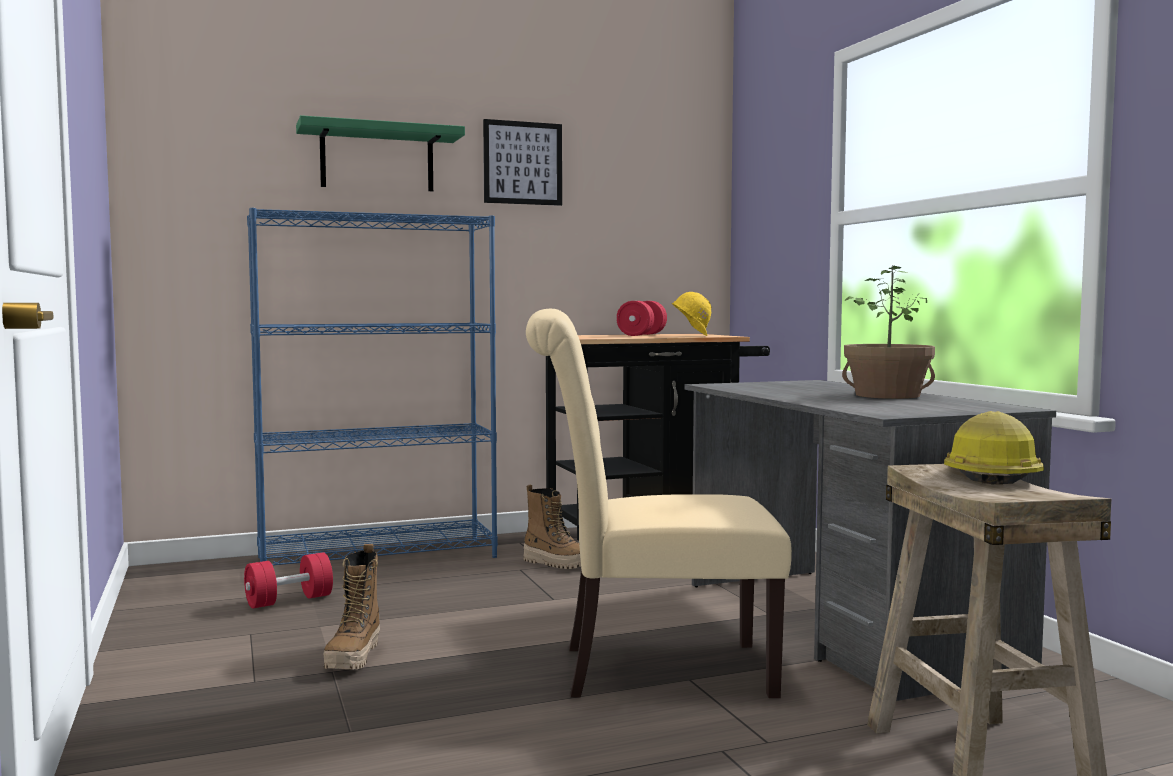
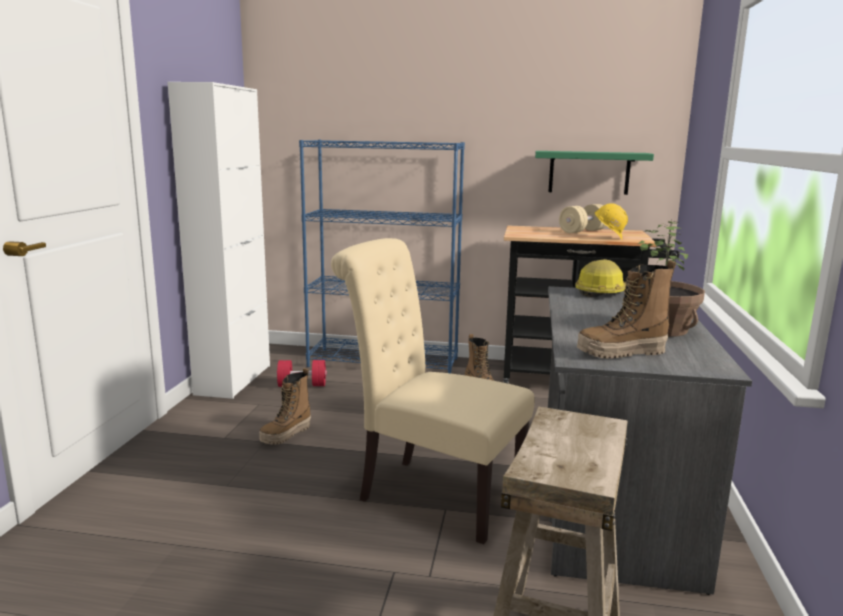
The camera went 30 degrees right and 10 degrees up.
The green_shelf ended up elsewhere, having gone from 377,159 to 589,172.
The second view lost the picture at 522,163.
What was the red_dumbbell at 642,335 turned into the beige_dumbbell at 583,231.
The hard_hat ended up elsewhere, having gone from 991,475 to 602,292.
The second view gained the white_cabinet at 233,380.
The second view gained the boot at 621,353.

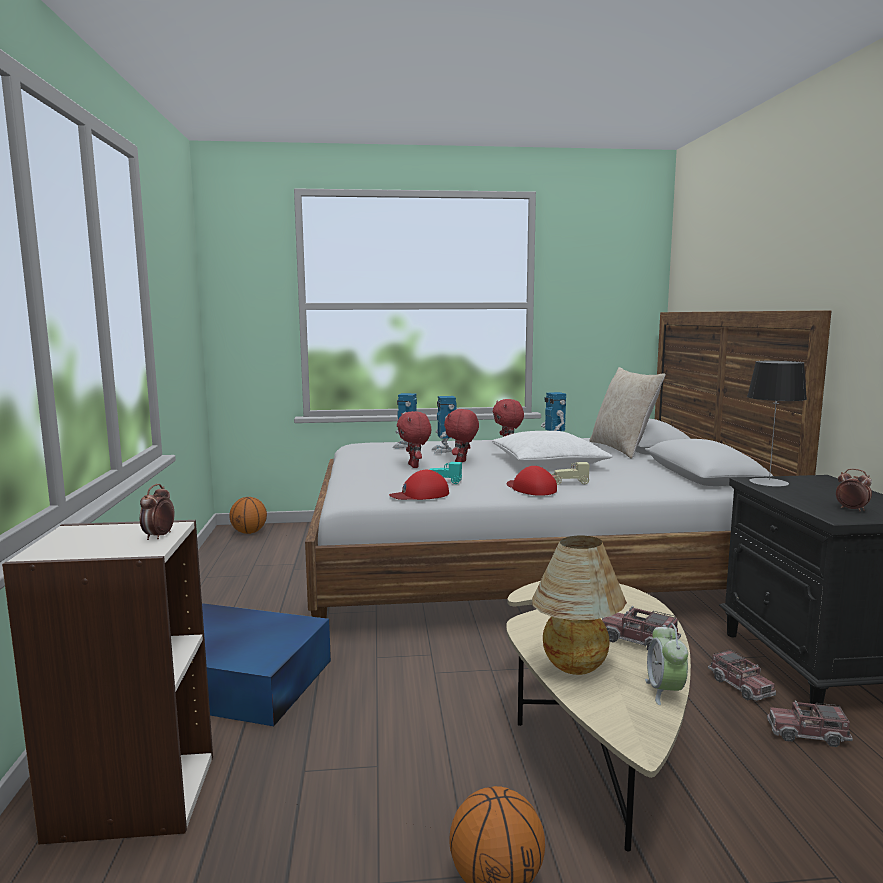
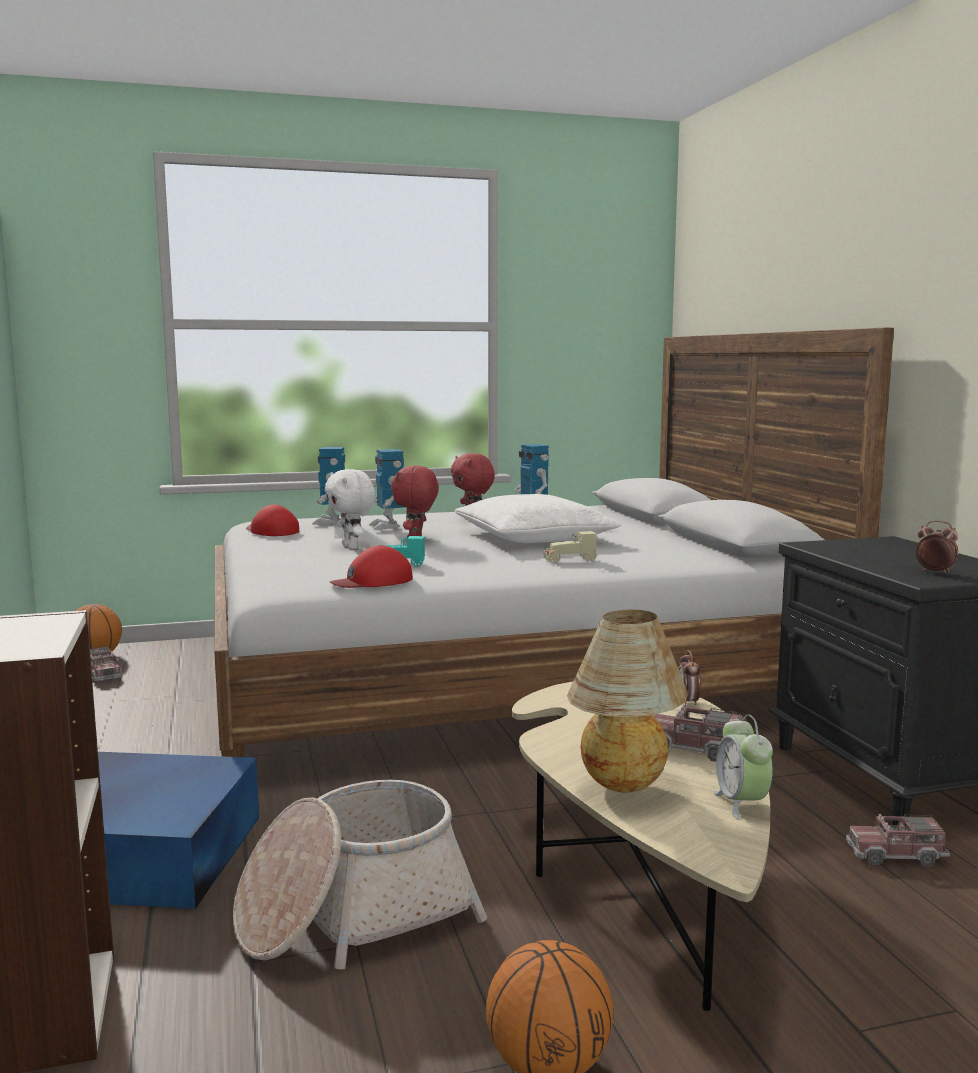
The camera went 10 degrees left and 0 degrees up.
The alarm_clock ended up elsewhere, having gone from 159,536 to 688,702.
What was the red_plush_toy at 414,466 turned into the white_plush_toy at 351,547.
The red_cap ended up elsewhere, having gone from 530,489 to 271,531.
The second view lost the beige_pillow at 623,449.
The toy_truck ended up elsewhere, having gone from 740,686 to 103,675.
The second view lost the table_lamp at 769,482.
The second view gained the basket at 353,914.

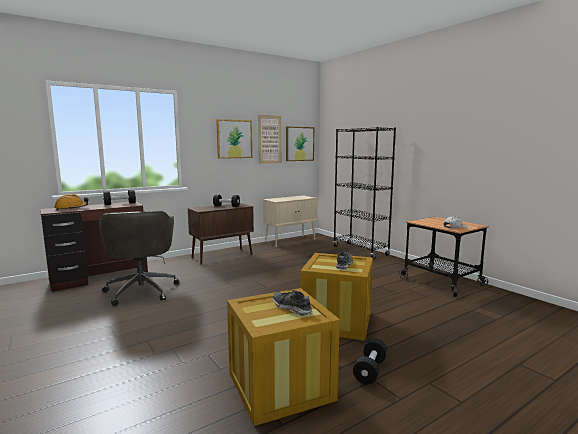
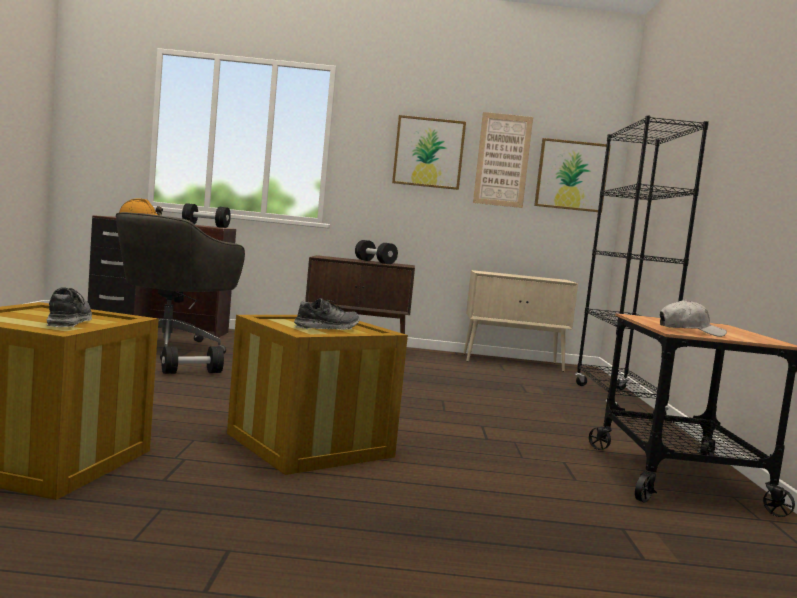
The camera went 35 degrees right and 5 degrees down.
The black_dumbbell ended up elsewhere, having gone from 370,370 to 191,373.

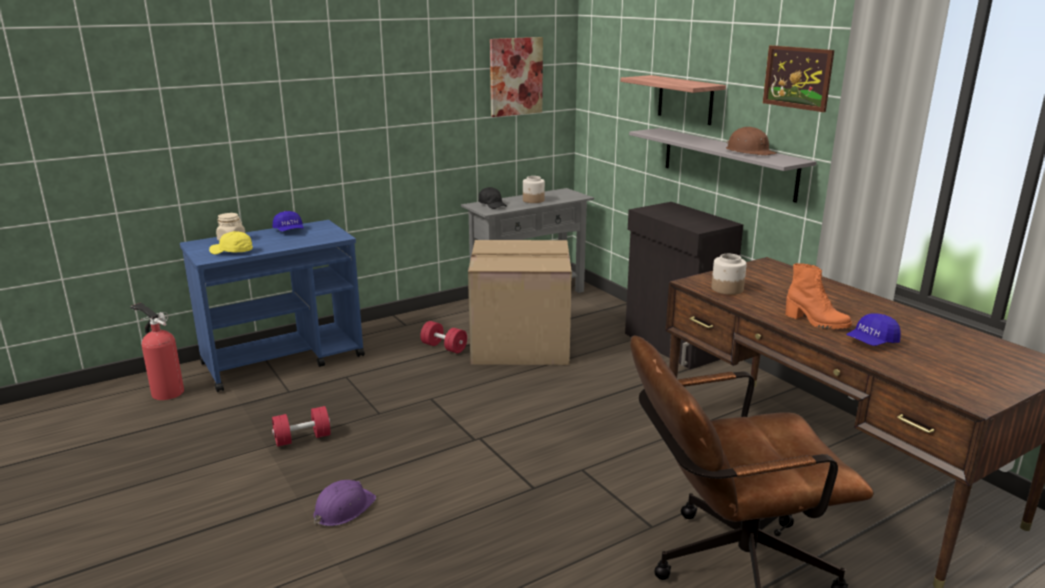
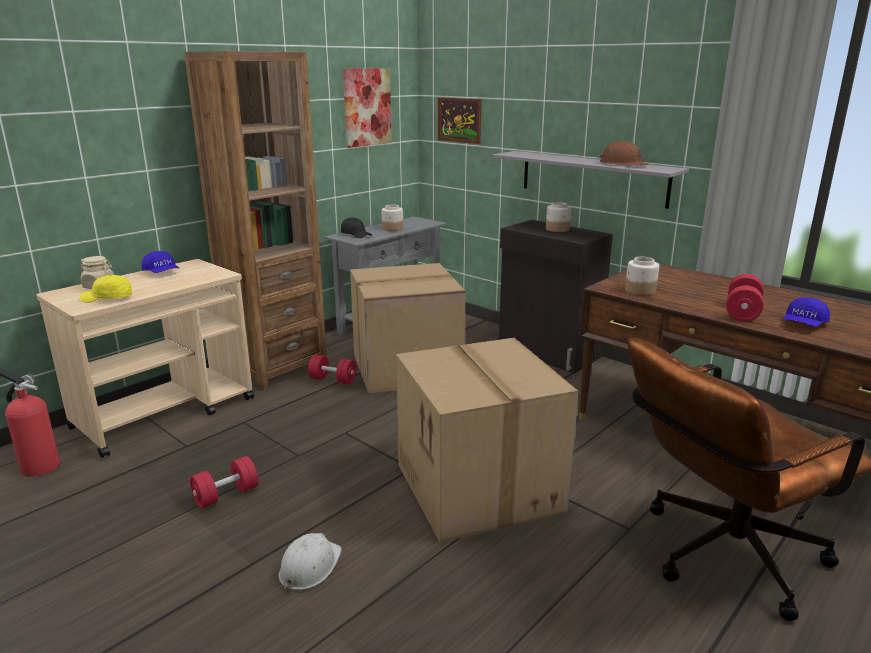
The camera went 15 degrees left and 0 degrees up.
What was the blue_cart at 284,359 turned into the beige_cart at 166,412.
What was the purple_hard_hat at 343,508 turned into the white_hard_hat at 309,566.
The second view lost the shelf at 685,100.
The picture ended up elsewhere, having gone from 797,77 to 459,120.
Where the orange_boot stood at 816,322, the red_dumbbell came to stand at 742,312.
The second view gained the brown_bookcase at 276,367.
The second view gained the cardboard_box at 481,488.
The second view gained the jar at 557,229.

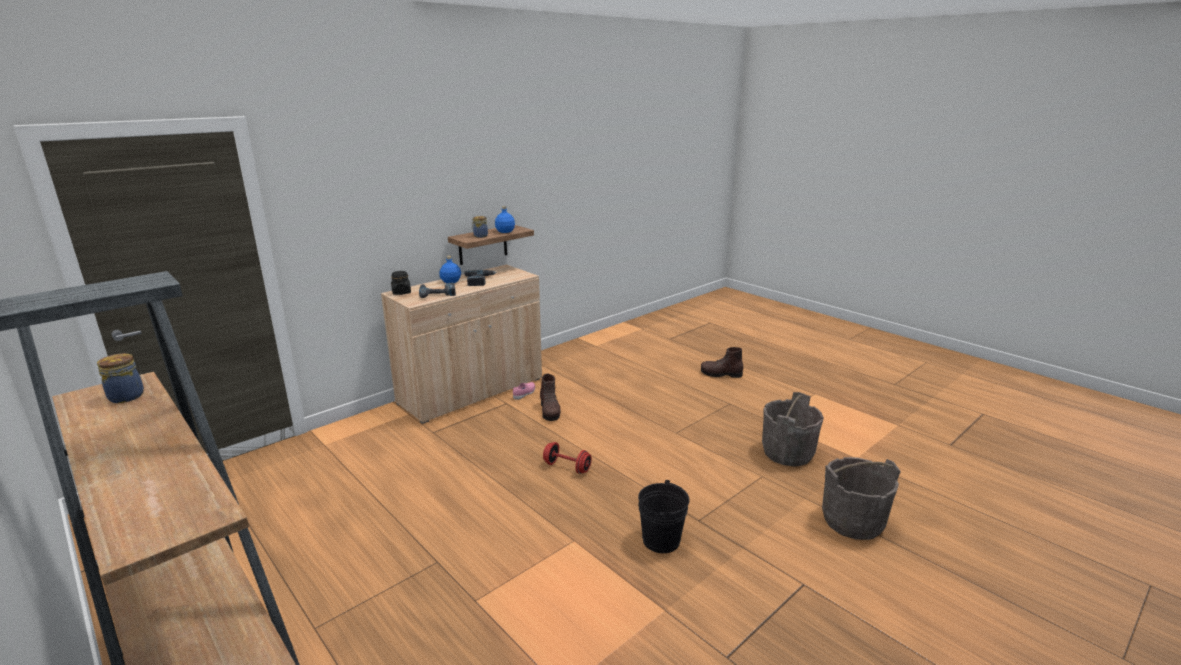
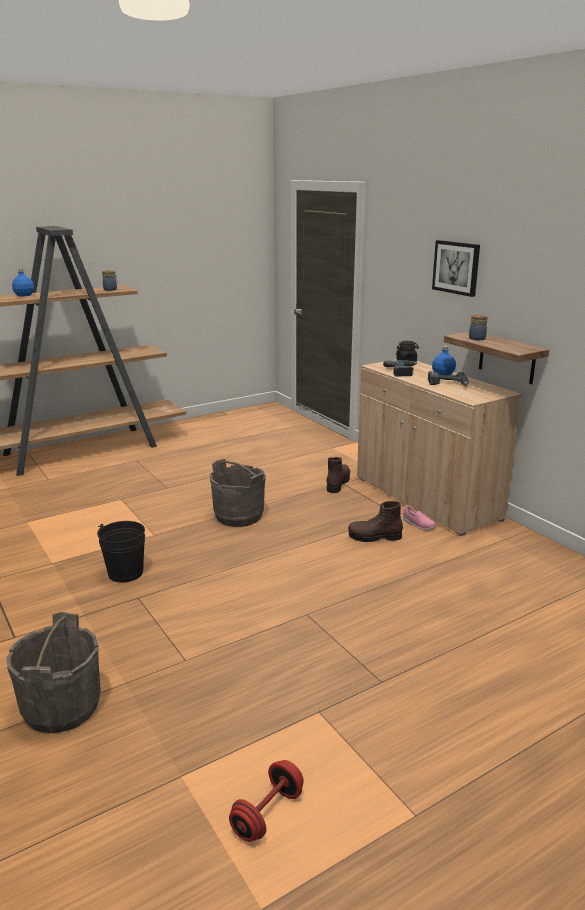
The camera went 100 degrees right and 0 degrees up.
The blue_bottle ended up elsewhere, having gone from 505,231 to 24,295.
The red_dumbbell ended up elsewhere, having gone from 567,467 to 267,814.
The brown_boot ended up elsewhere, having gone from 721,374 to 337,483.
The grey_bucket ended up elsewhere, having gone from 787,453 to 238,516.
The second view gained the picture at 456,267.

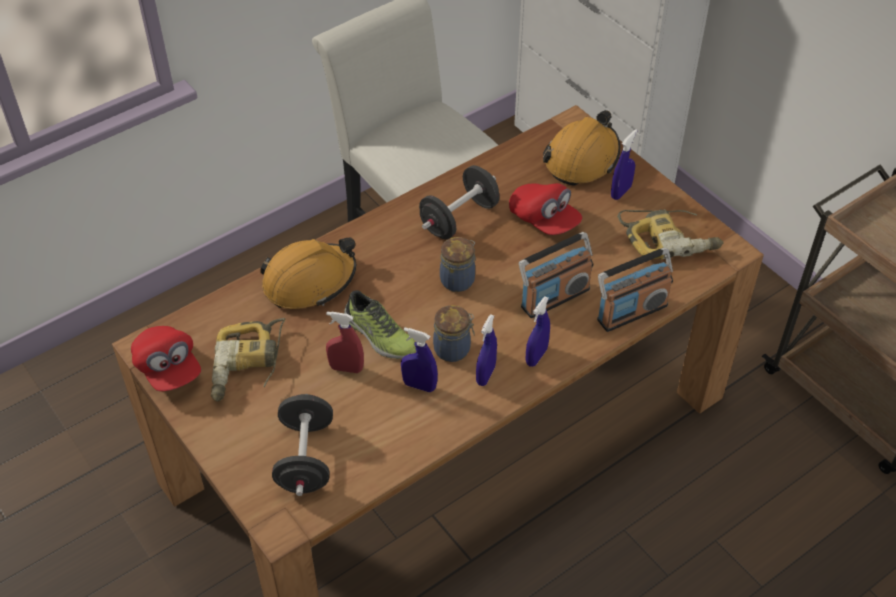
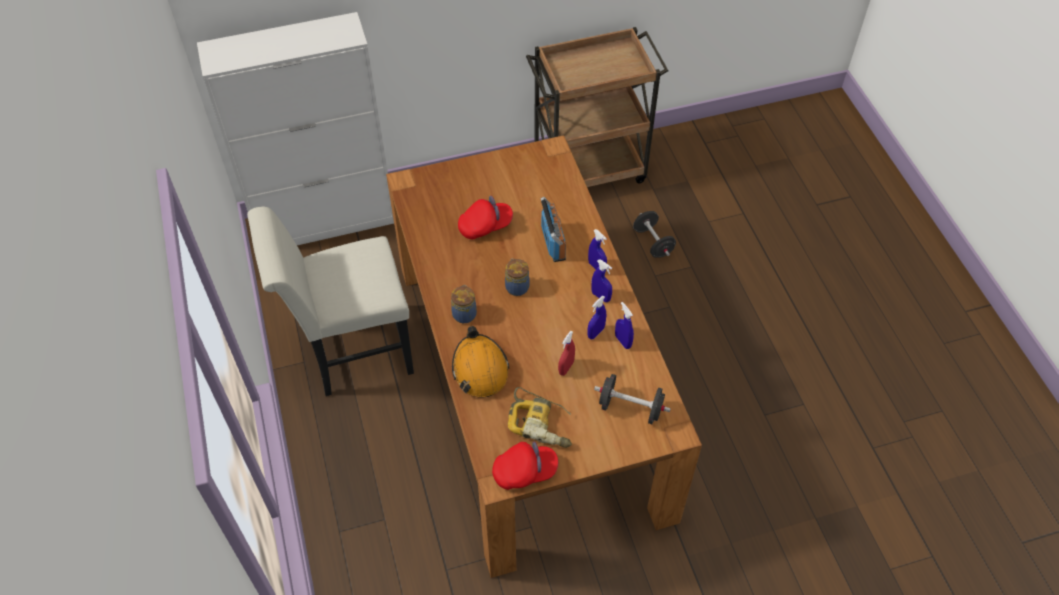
The camera went 70 degrees left and 5 degrees up.
The second view lost the shoe at 379,335.
The black_dumbbell ended up elsewhere, having gone from 459,218 to 653,242.
The jar ended up elsewhere, having gone from 453,349 to 464,313.
The second view lost the orange_hard_hat at 582,158.
The second view lost the radio at 631,312.
The blue_spray_bottle ended up elsewhere, having gone from 621,192 to 623,341.
The second view lost the power_drill at 669,239.

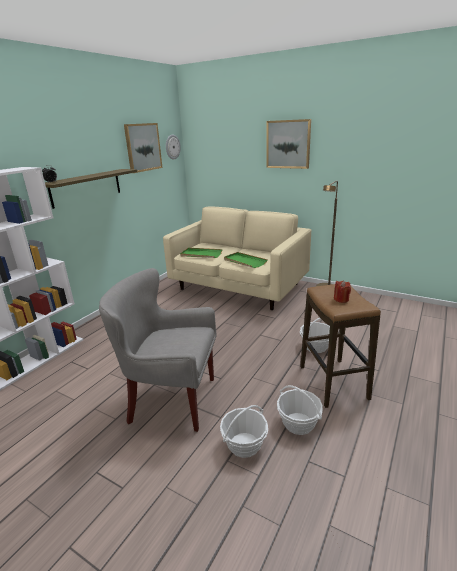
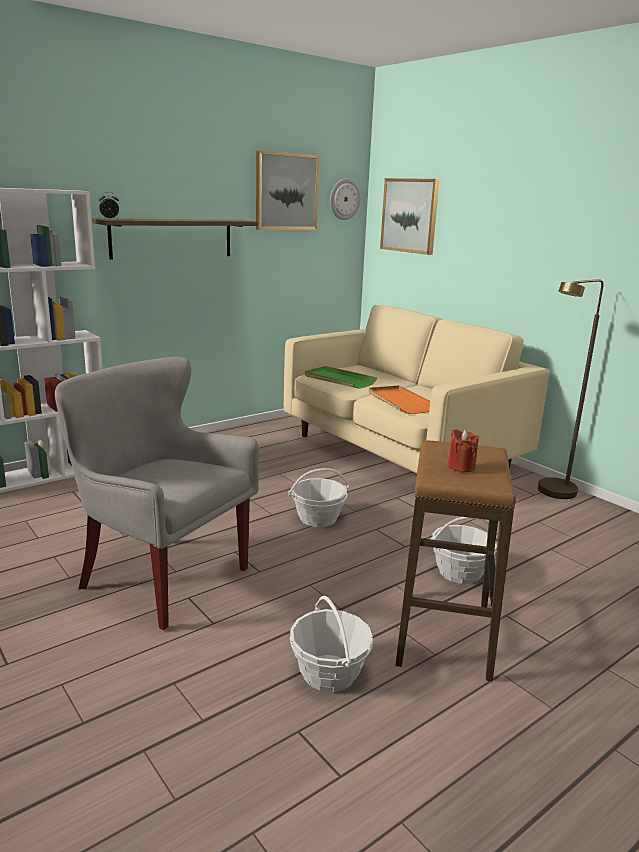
The camera went 20 degrees right and 5 degrees down.
The basket ended up elsewhere, having gone from 244,445 to 318,518.
What was the green_tray at 244,261 turned into the orange_tray at 400,402.
The picture ended up elsewhere, having gone from 288,144 to 410,215.

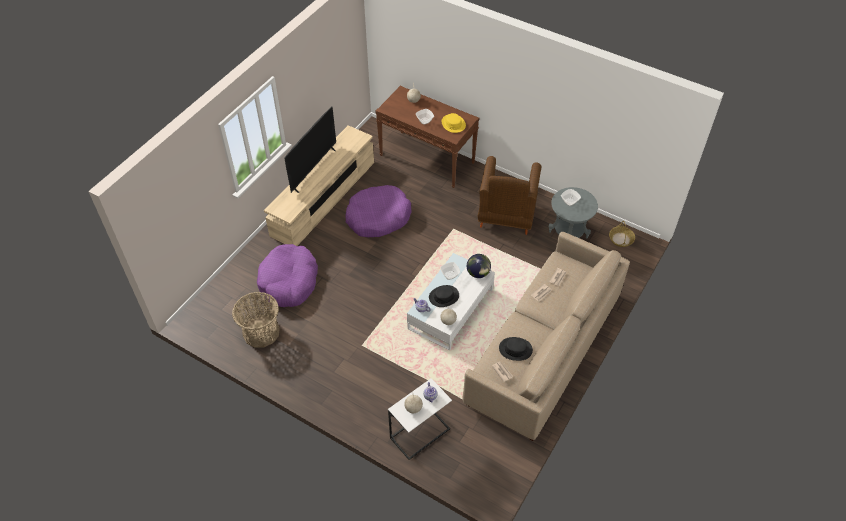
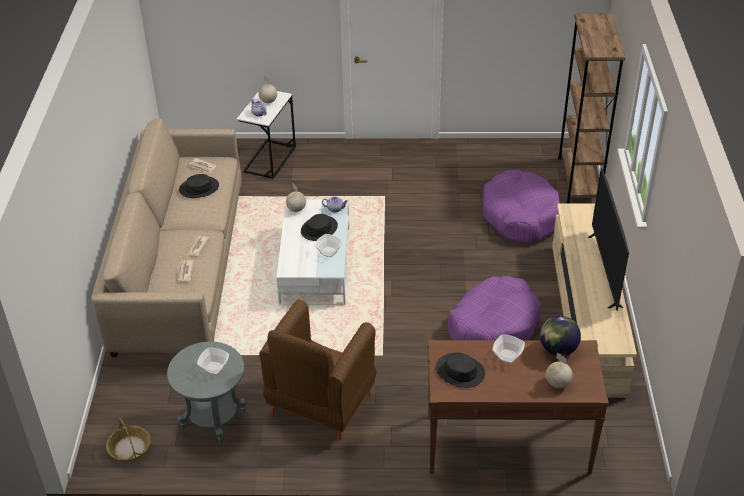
The camera went 150 degrees right and 10 degrees down.
The second view lost the basket at 261,332.
What was the yellow_hat at 453,124 turned into the black_hat at 460,371.
The globe ended up elsewhere, having gone from 478,273 to 558,349.
The brown_armchair at 506,217 ended up facing another way, 135 degrees counterclockwise from before.
The second view gained the brown_bookcase at 578,180.

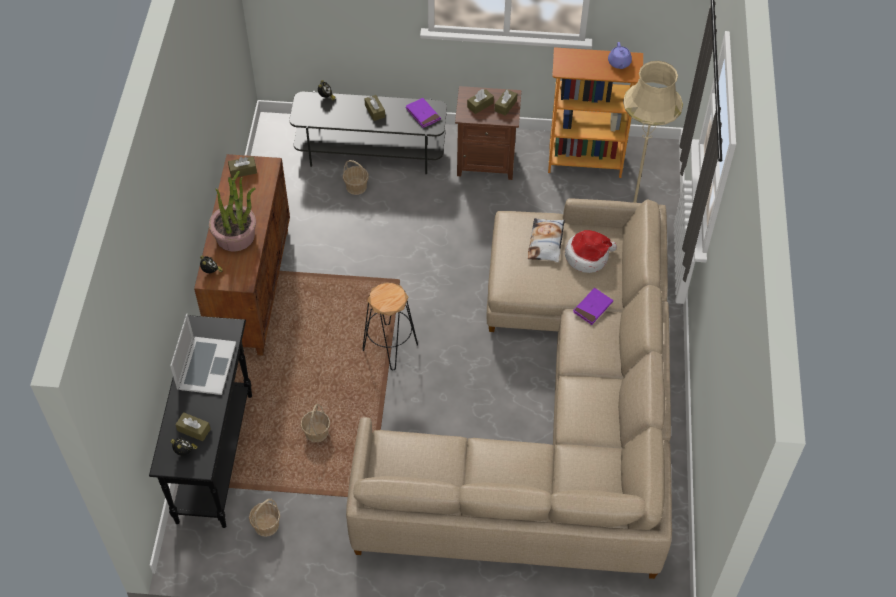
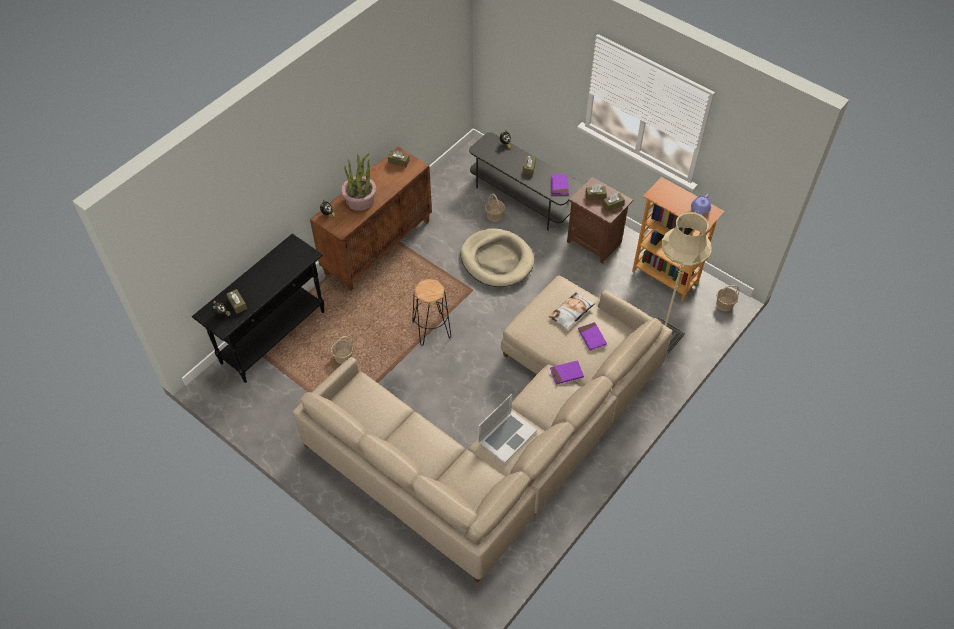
The camera went 35 degrees right and 0 degrees up.
The laptop ended up elsewhere, having gone from 206,365 to 507,436.
The basket ended up elsewhere, having gone from 266,525 to 724,304.
Where the hat stood at 588,256, the purple_book came to stand at 592,337.
The second view gained the beige_dog_bed at 497,260.

